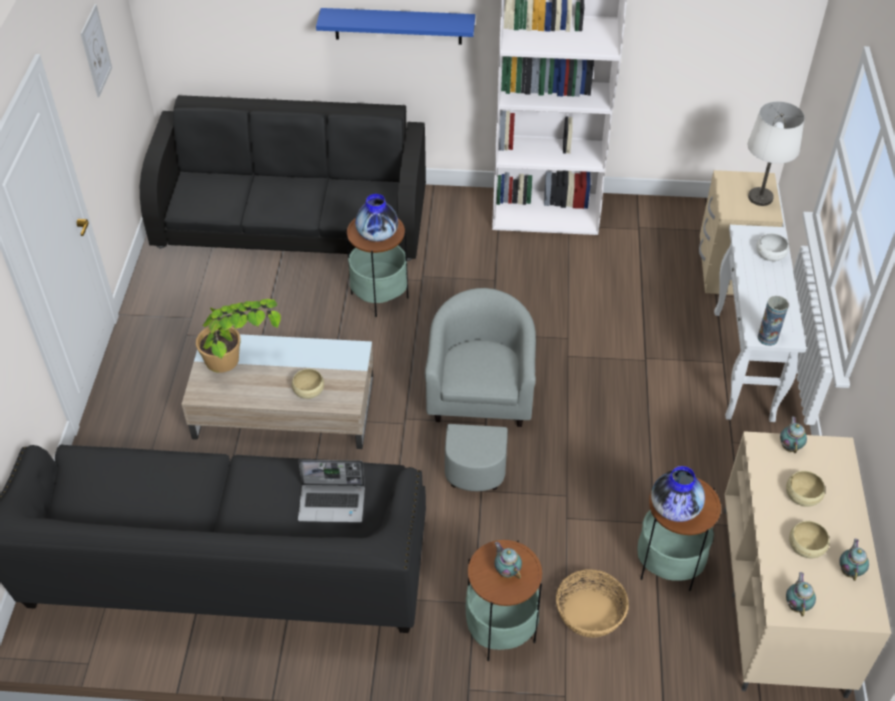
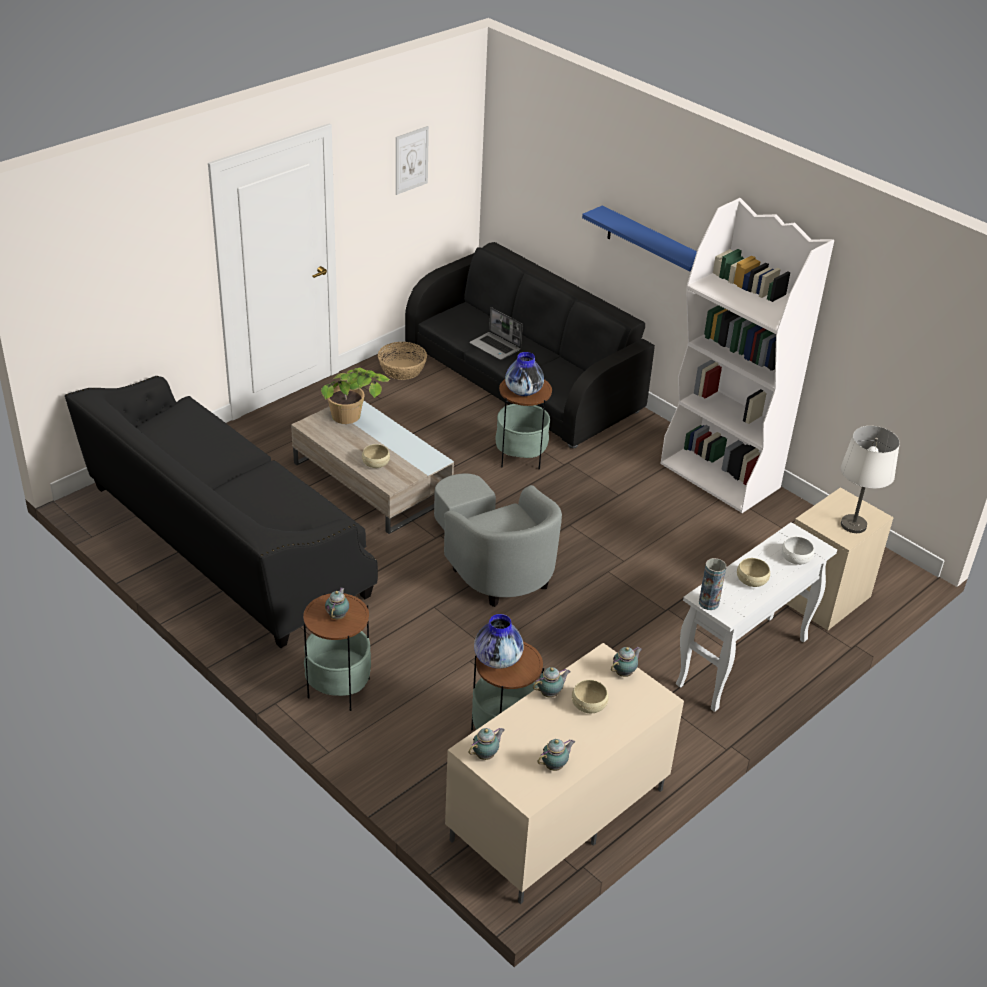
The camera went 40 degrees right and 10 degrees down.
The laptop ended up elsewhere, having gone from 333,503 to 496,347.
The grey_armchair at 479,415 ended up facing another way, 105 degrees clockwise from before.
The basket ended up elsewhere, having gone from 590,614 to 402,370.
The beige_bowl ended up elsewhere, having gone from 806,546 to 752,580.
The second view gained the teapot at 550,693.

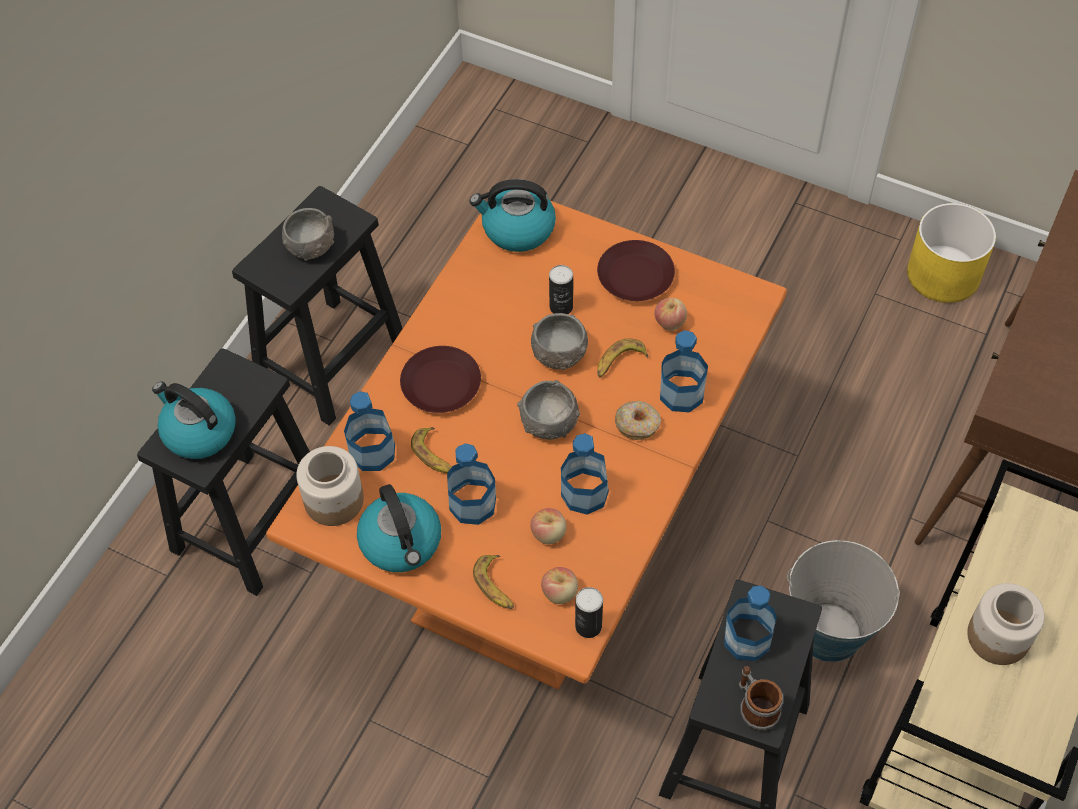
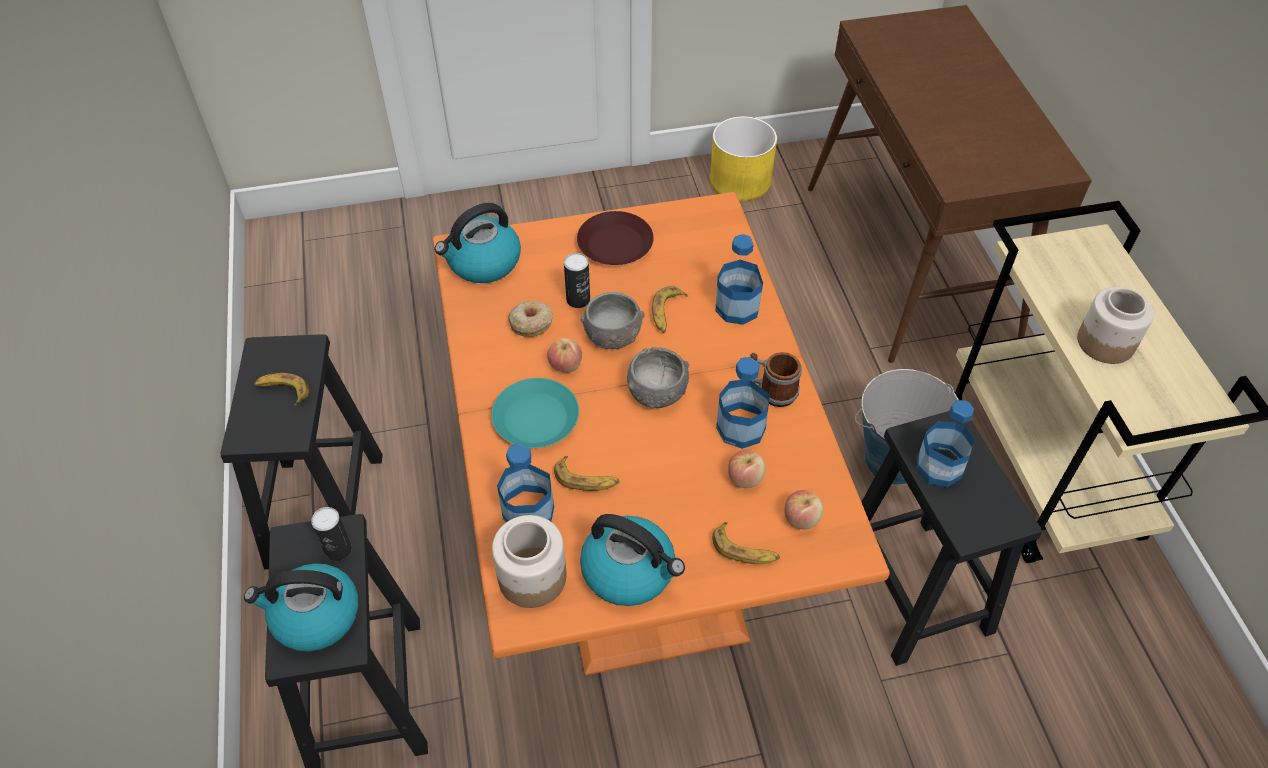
The camera went 40 degrees left and 5 degrees down.
Where the grey_bowl stood at 310,246, the banana came to stand at 283,391.
What was the brown_plate at 441,385 turned into the turquoise_plate at 537,419.
The second view lost the bottle at 472,504.
The can ended up elsewhere, having gone from 588,626 to 338,550.
The donut ended up elsewhere, having gone from 637,424 to 531,323.
The apple ended up elsewhere, having gone from 669,322 to 565,365.
The mug ended up elsewhere, having gone from 755,707 to 771,391.

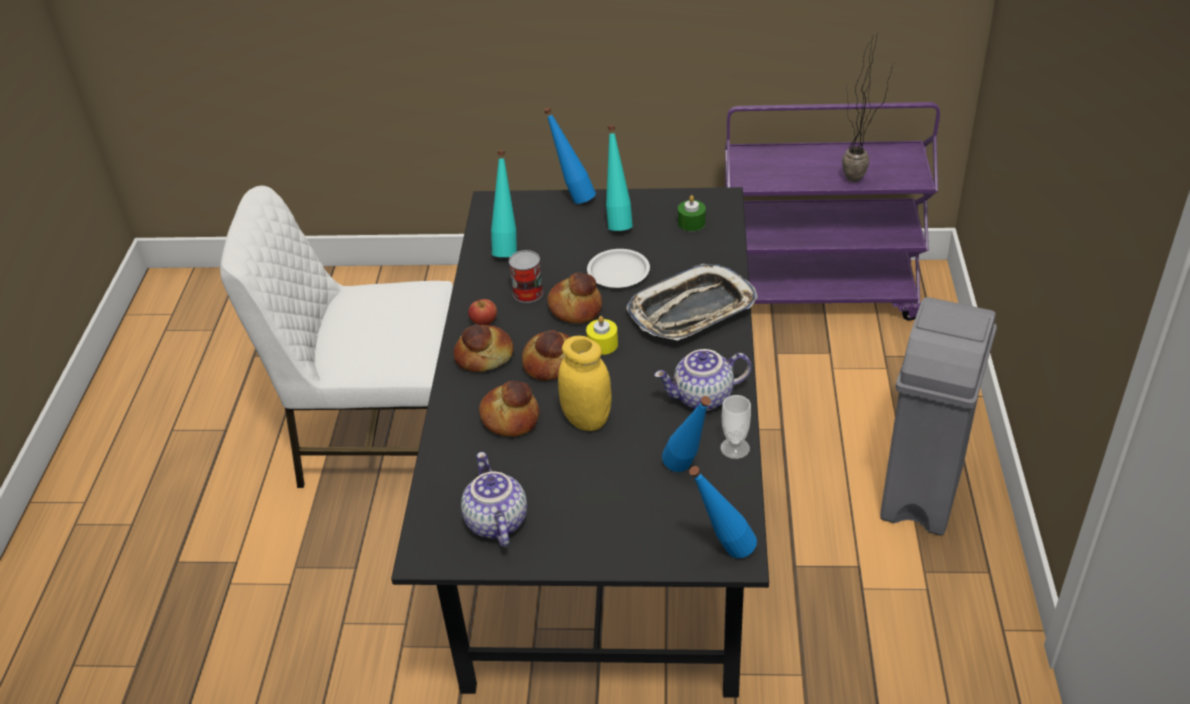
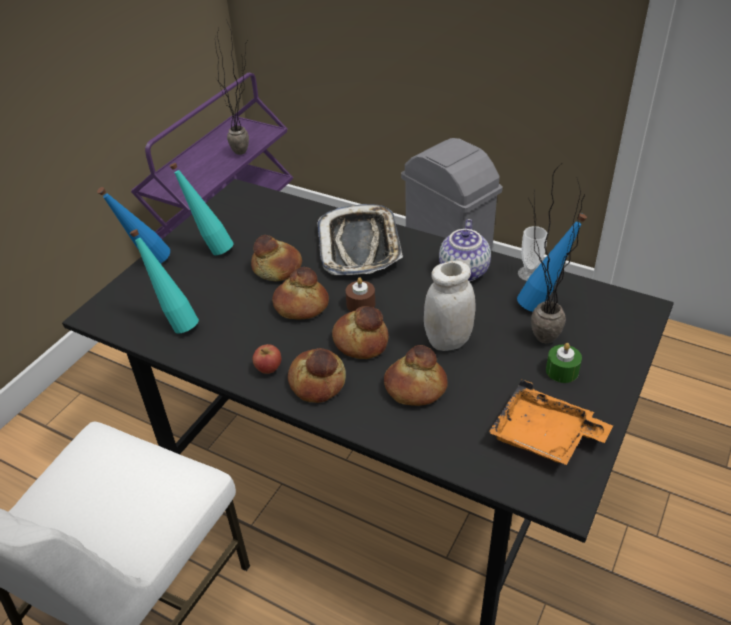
The camera went 65 degrees left and 0 degrees up.
Where the teapot stood at 494,522, the orange_tray came to stand at 544,436.
The second view lost the can at 528,293.
What was the yellow_jar at 586,419 turned into the white_jar at 448,341.
What was the yellow_candle at 602,344 turned into the brown_candle at 360,304.
Where the white_plate stood at 618,273, the bread came to stand at 277,269.
The green_candle ended up elsewhere, having gone from 691,223 to 562,371.
The second view lost the blue_bottle at 722,552.
The second view gained the potted_plant at 534,337.

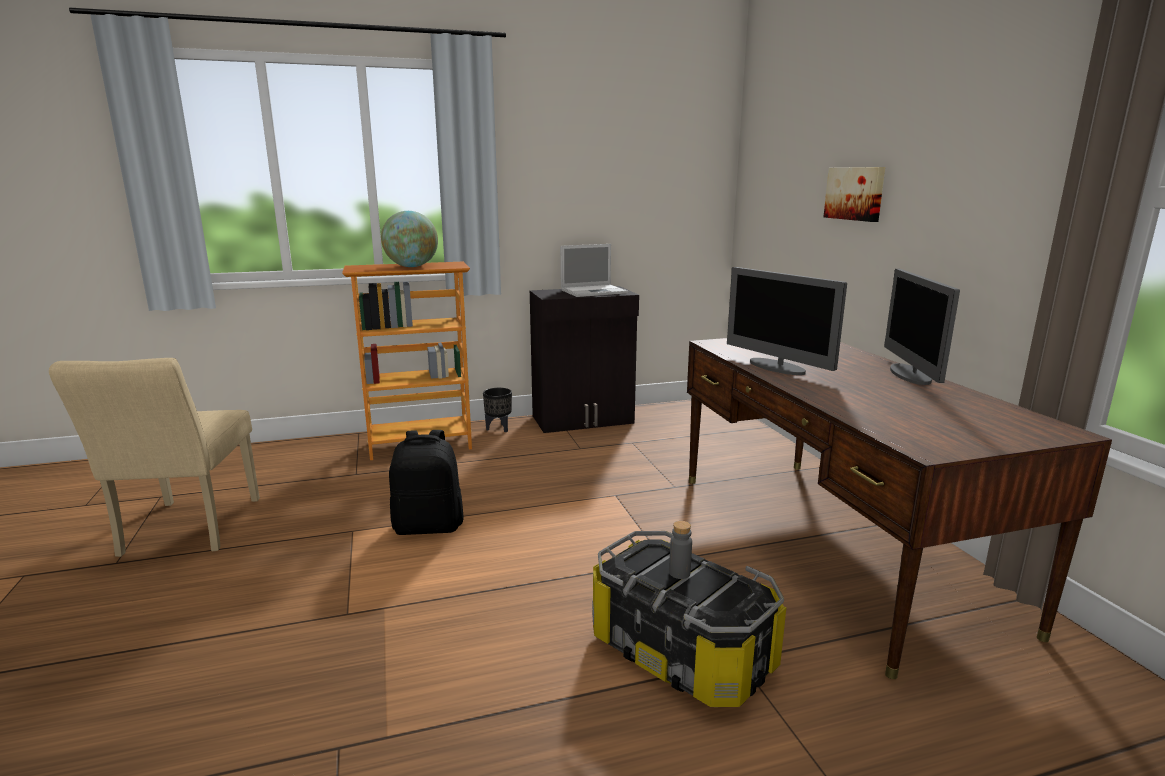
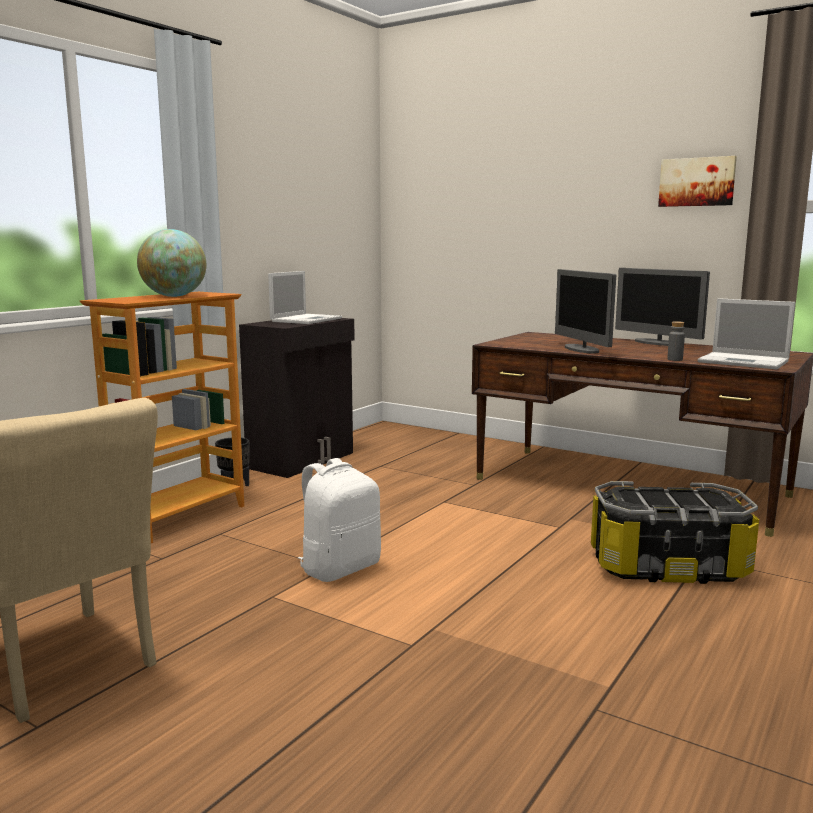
The camera went 40 degrees left and 5 degrees down.
What was the black_backpack at 429,526 turned into the white_backpack at 340,568.
The grey_bottle ended up elsewhere, having gone from 679,573 to 675,359.
The monitor at 777,367 ended up facing another way, 60 degrees clockwise from before.
The picture ended up elsewhere, having gone from 855,193 to 697,182.
The second view gained the laptop at 745,362.

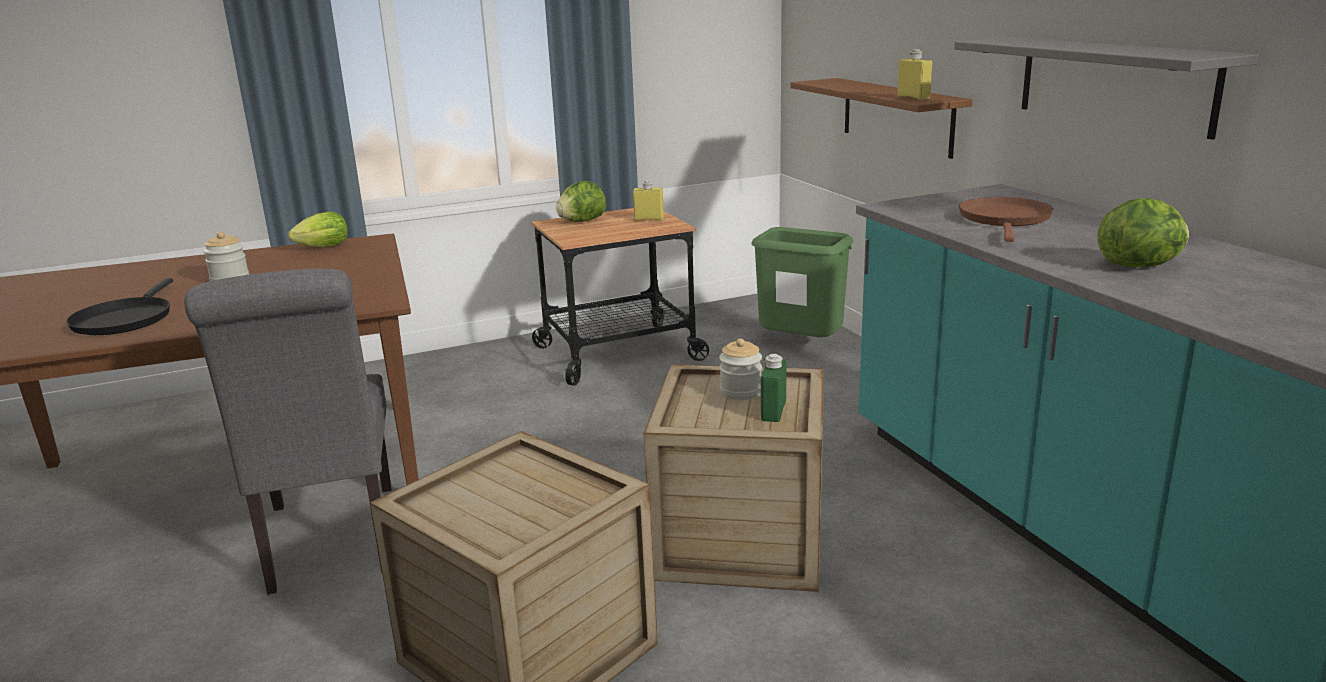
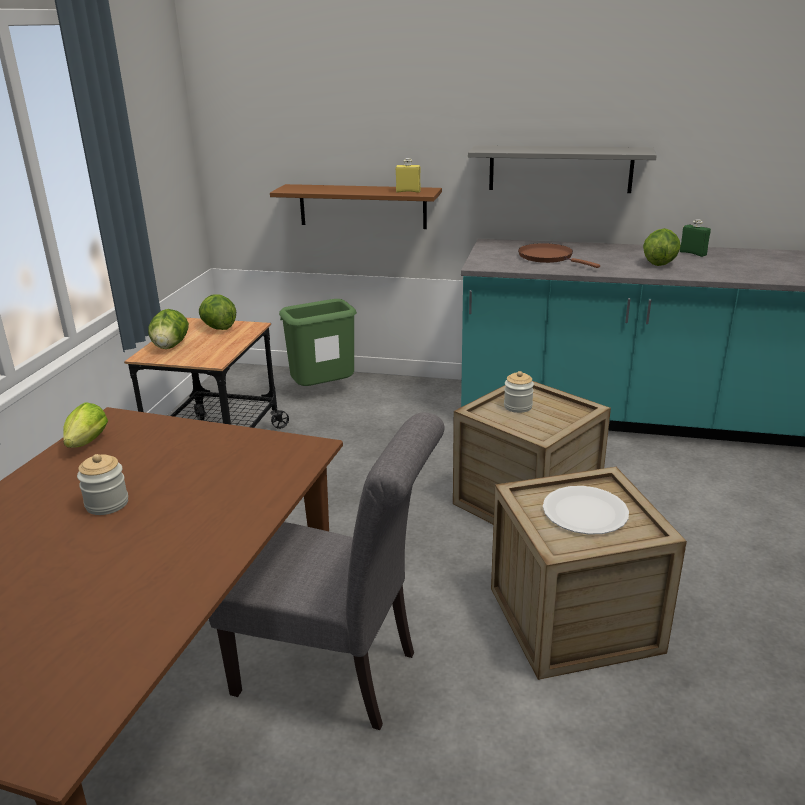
The camera went 55 degrees left and 5 degrees up.
The second view lost the black_frying_pan at 124,320.
Where the yellow_bottle stood at 649,219, the lettuce came to stand at 218,328.
The green_bottle ended up elsewhere, having gone from 773,412 to 693,253.
The second view gained the white_plate at 585,512.

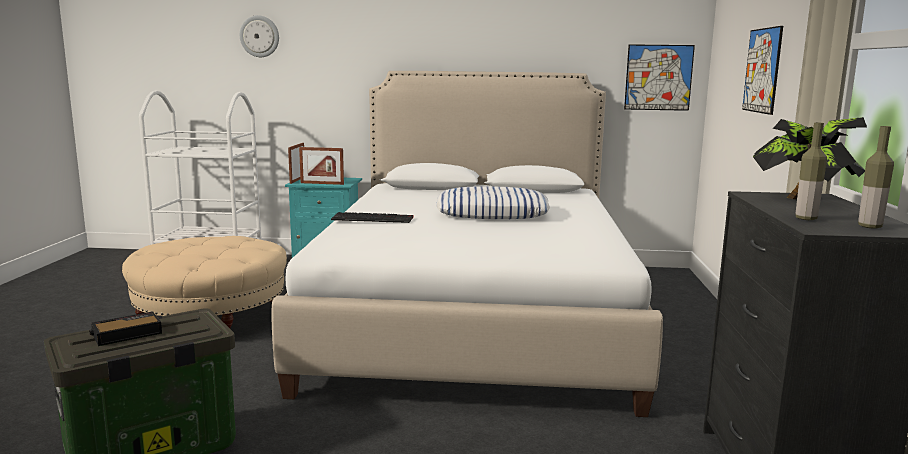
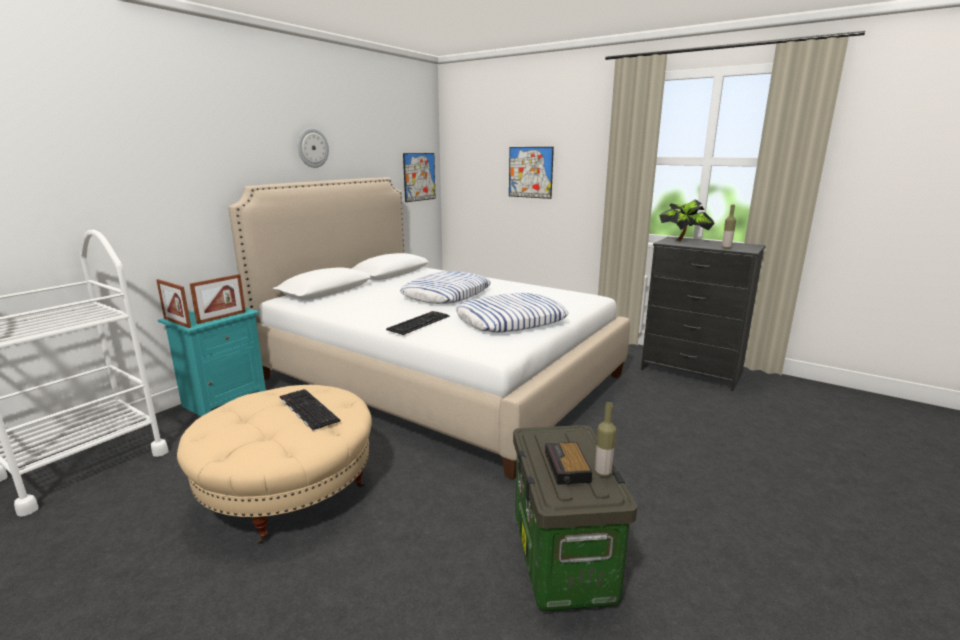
The camera went 60 degrees left and 5 degrees up.
The wall_clock ended up elsewhere, having gone from 259,36 to 312,148.
The bottle ended up elsewhere, having gone from 869,226 to 603,473.
The second view gained the keyboard at 307,409.
The second view gained the pillow at 511,320.

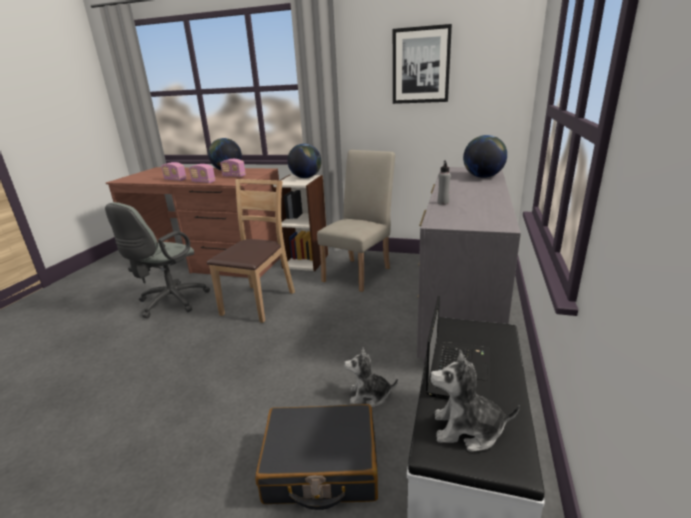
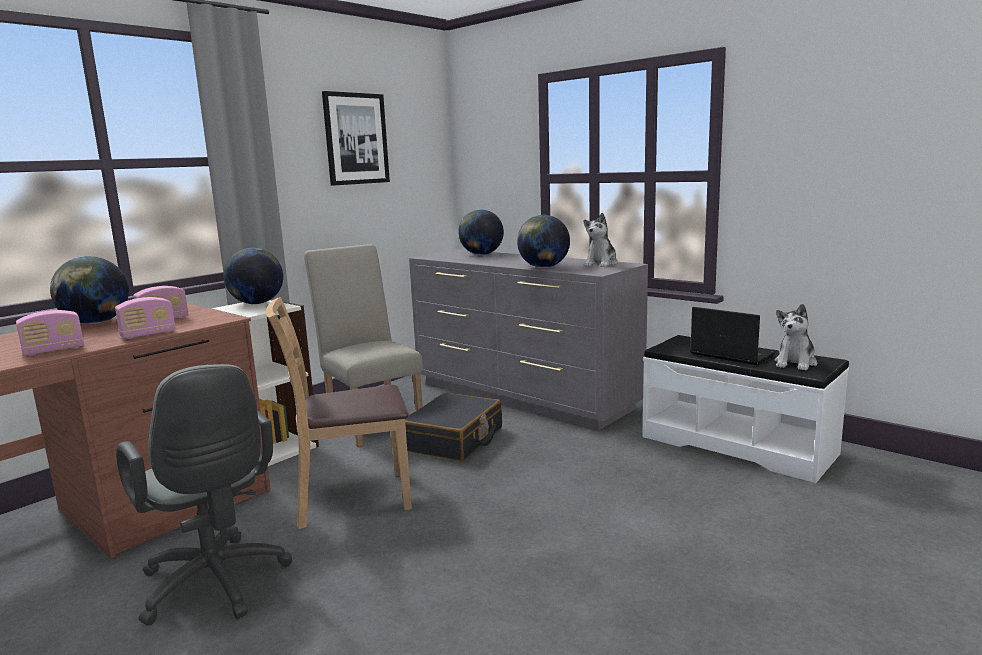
The camera went 65 degrees left and 10 degrees down.
The brown_chair at 258,302 ended up facing another way, 60 degrees counterclockwise from before.
The black_suitcase ended up elsewhere, having gone from 321,466 to 454,440.
The plush_toy ended up elsewhere, having gone from 369,396 to 601,264.
Where the grey_bottle stood at 443,203, the globe came to stand at 543,267.

